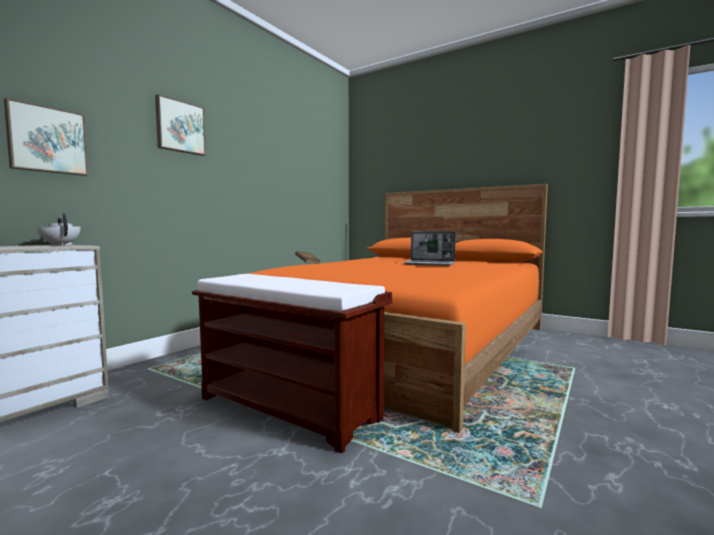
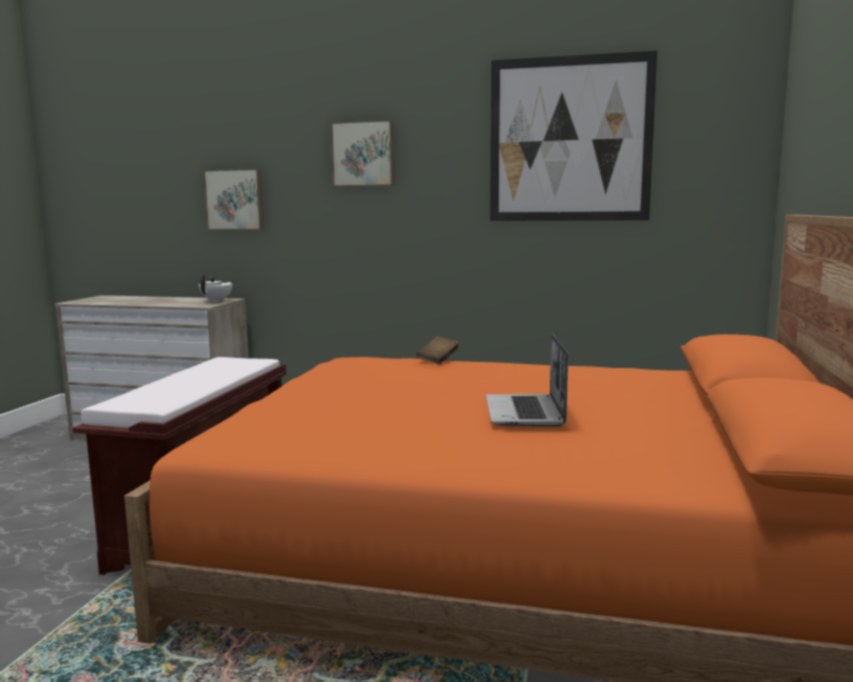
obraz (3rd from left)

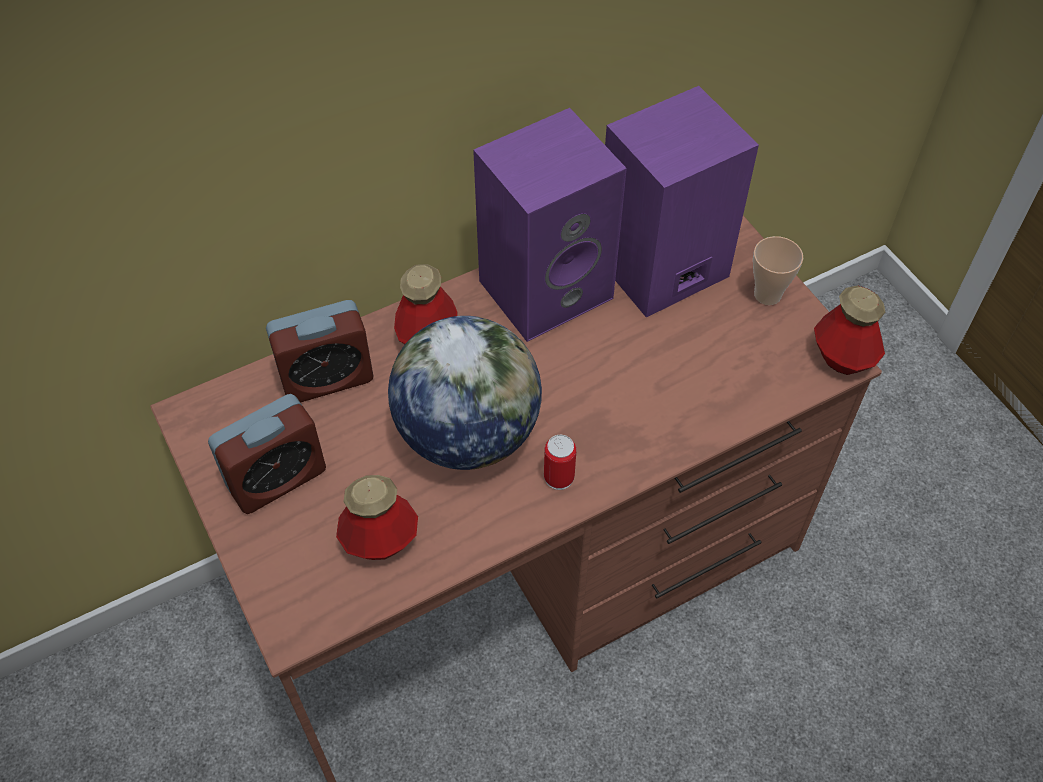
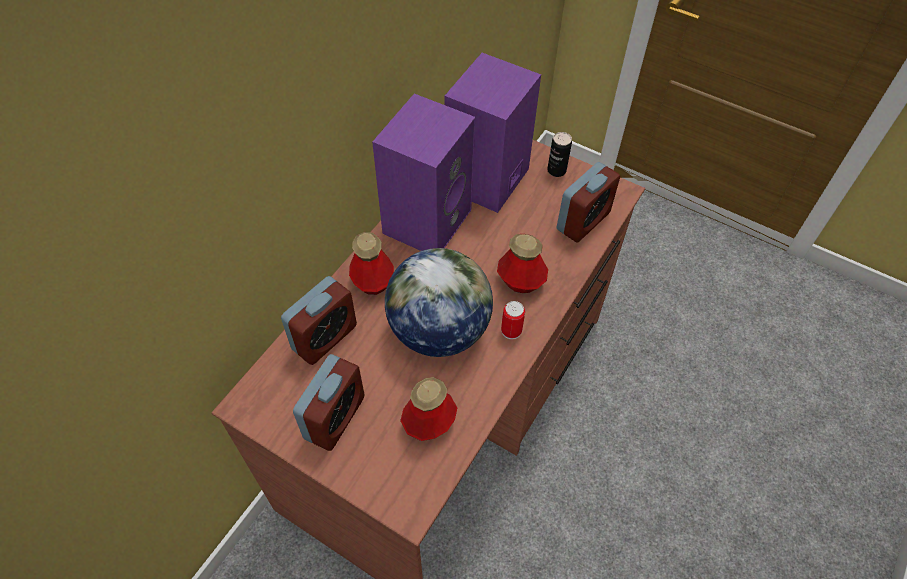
budzik (3rd from left); butelka (3rd from left); puszka (2nd from left)

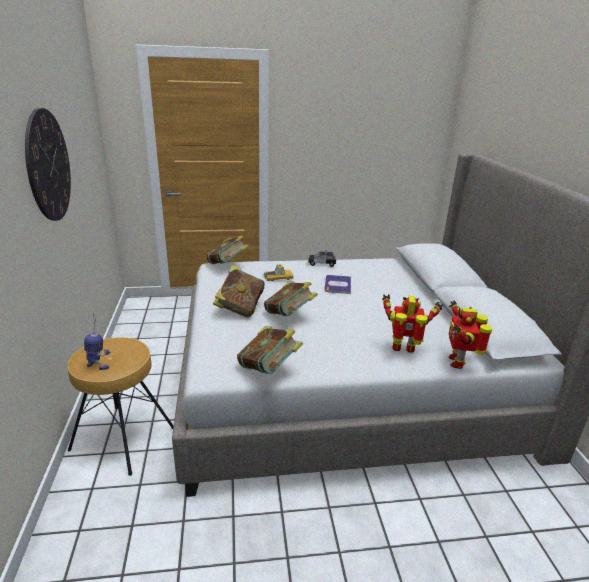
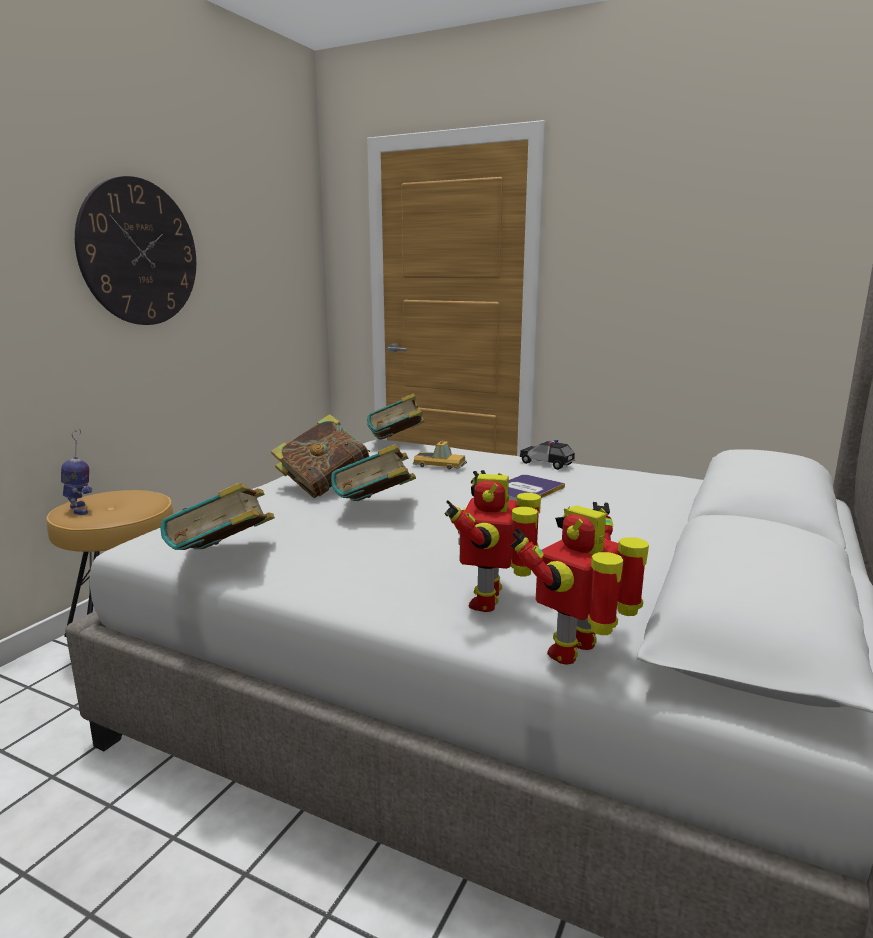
robot zabawkowy (2nd from left)

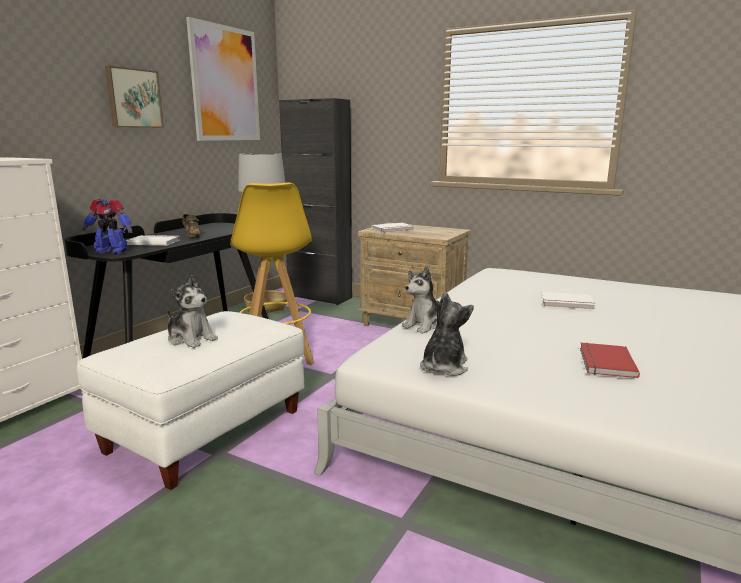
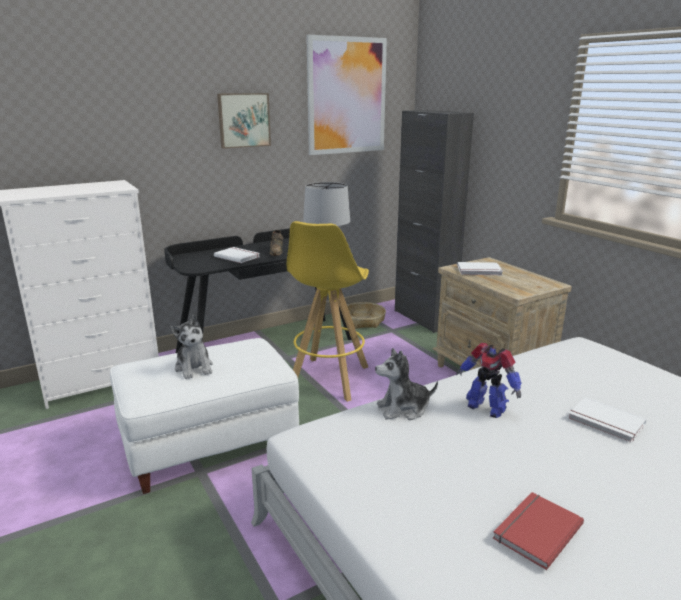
pluszak (3rd from left in the first image); robot zabawkowy

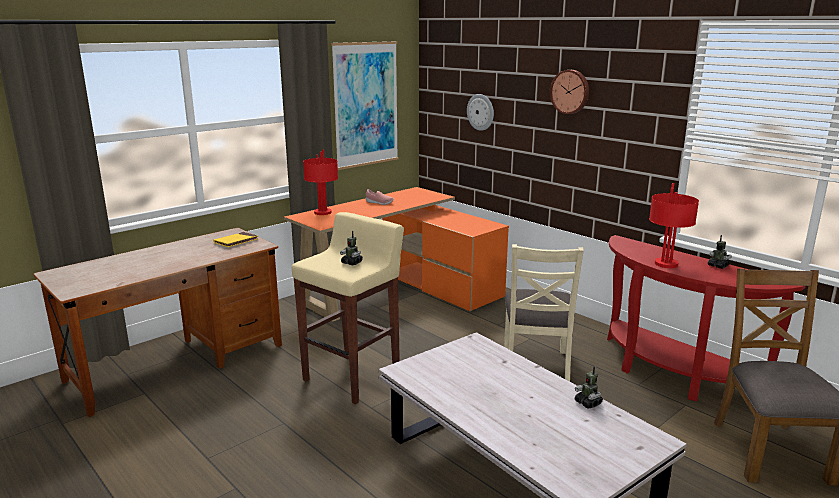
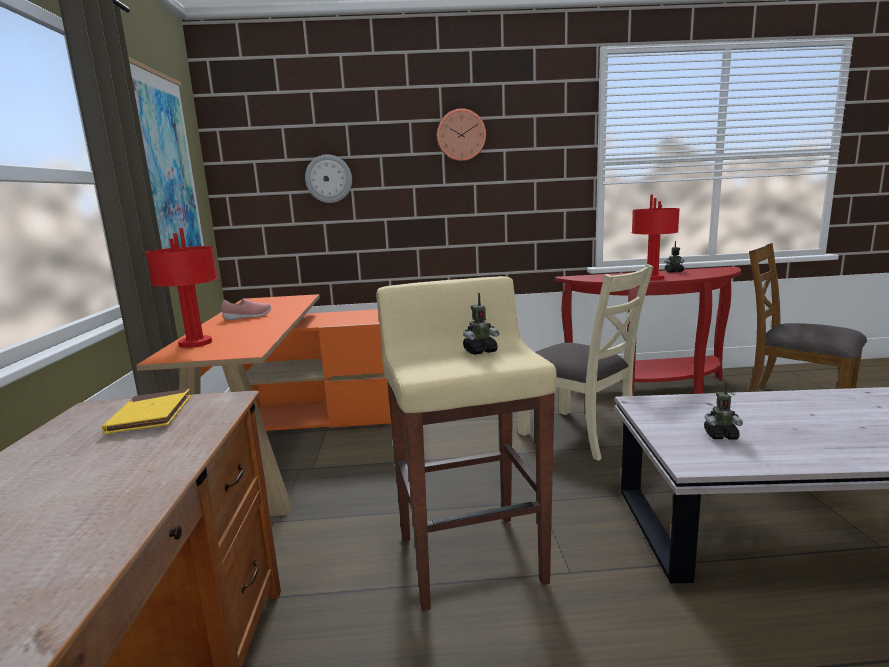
robot zabawkowy (3rd from left)

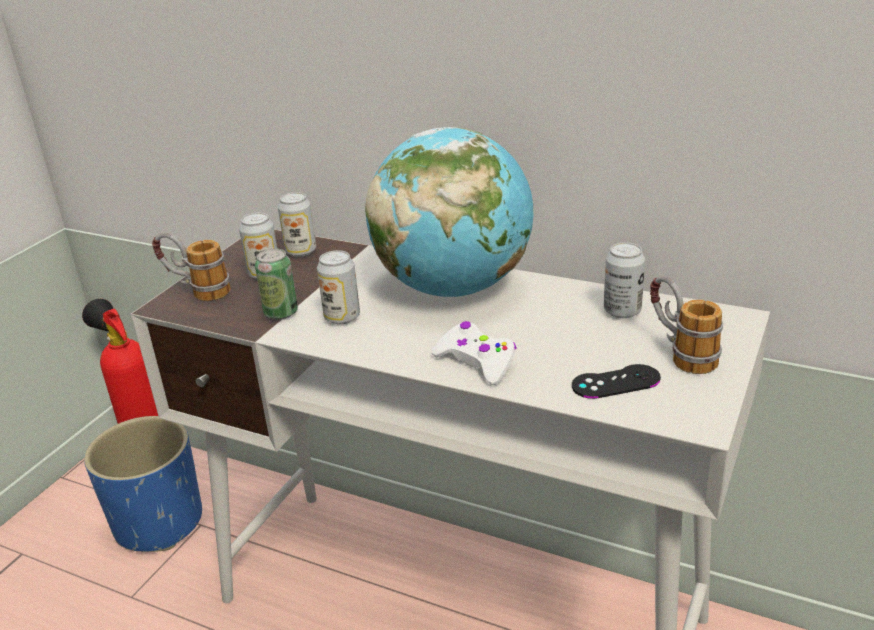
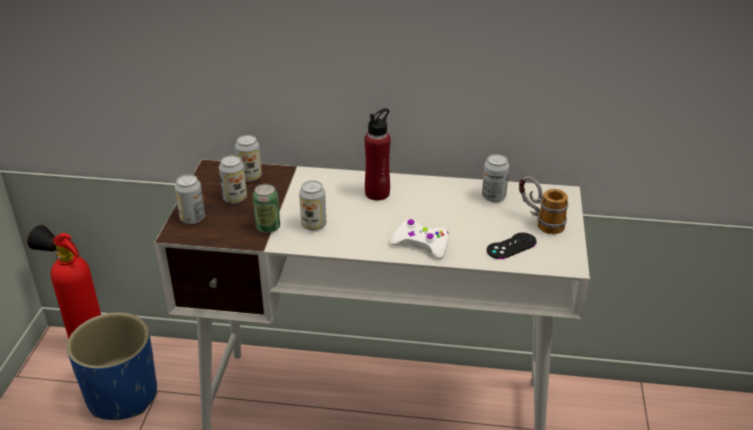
puszka (1st from left); butelka [czerwony]

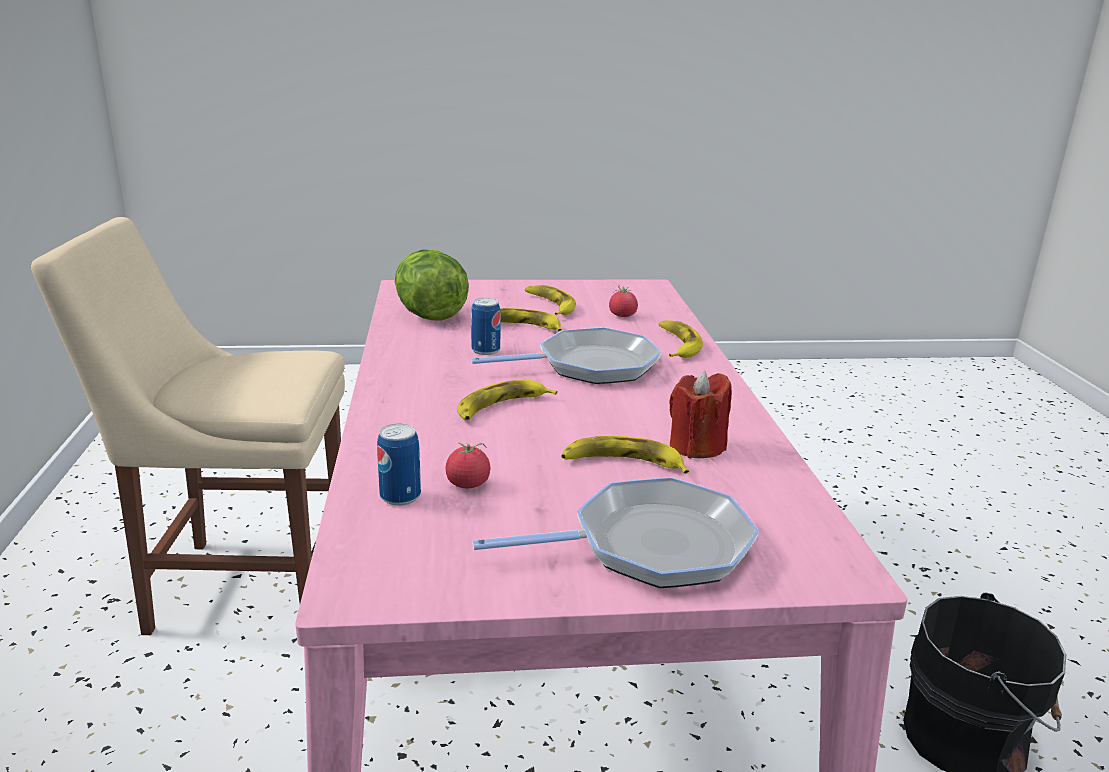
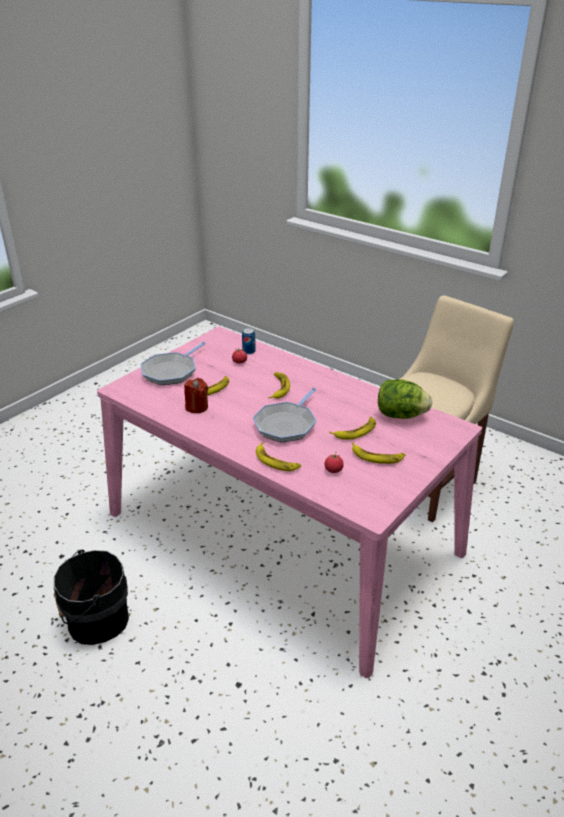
puszka (2nd from left in the first image)

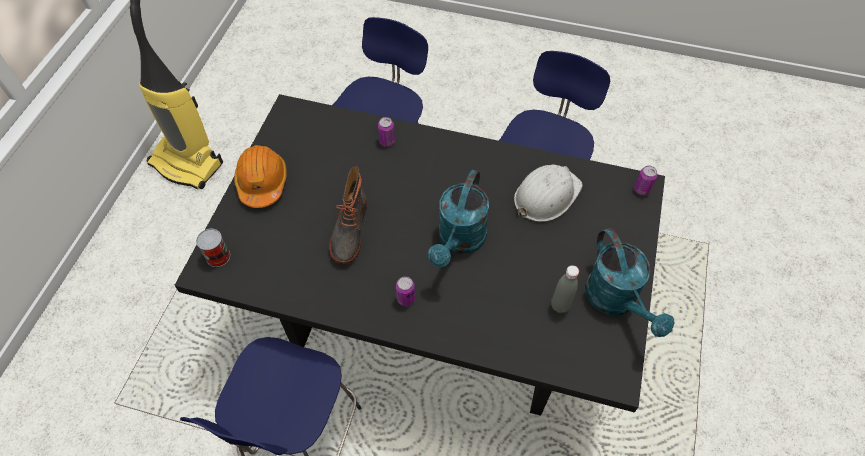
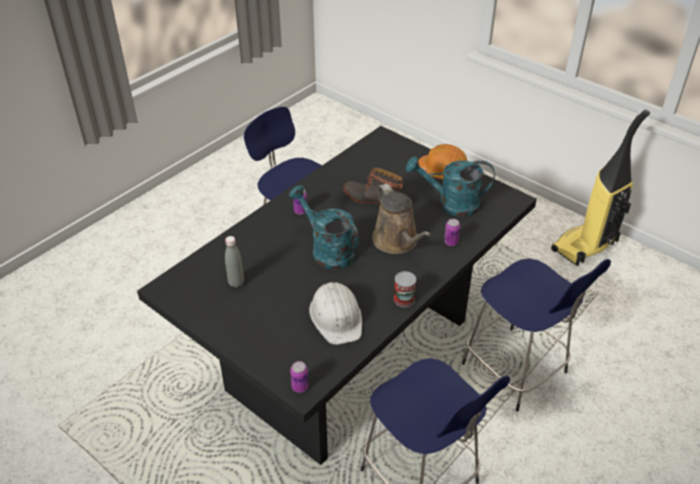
konewka [brązowy]; puszka (3rd from left); konewka [turkusowy] (2nd from left)

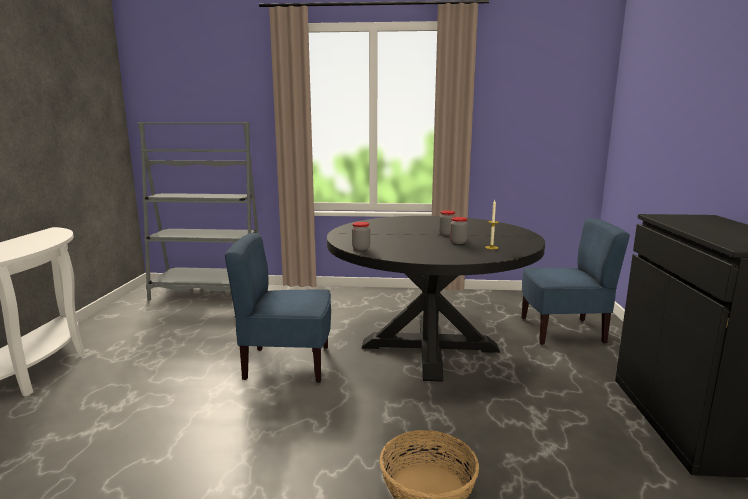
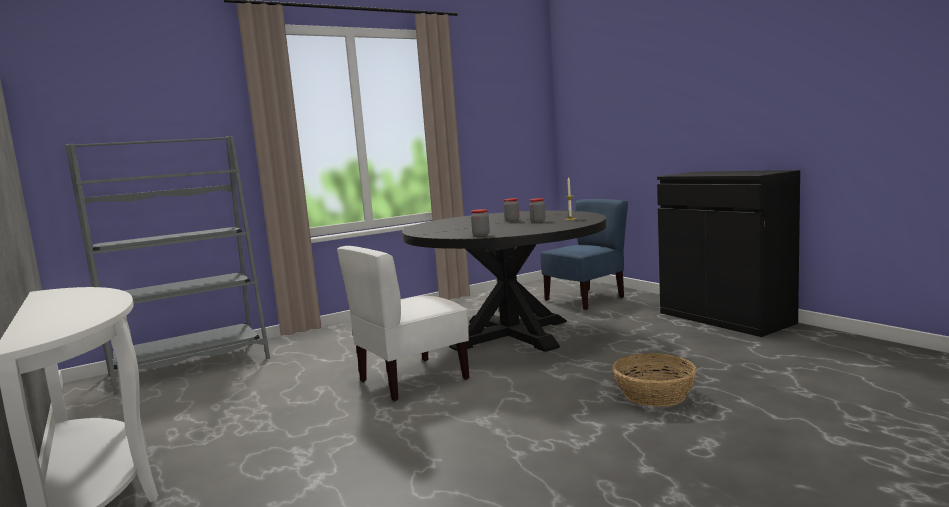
krzesło [biały]

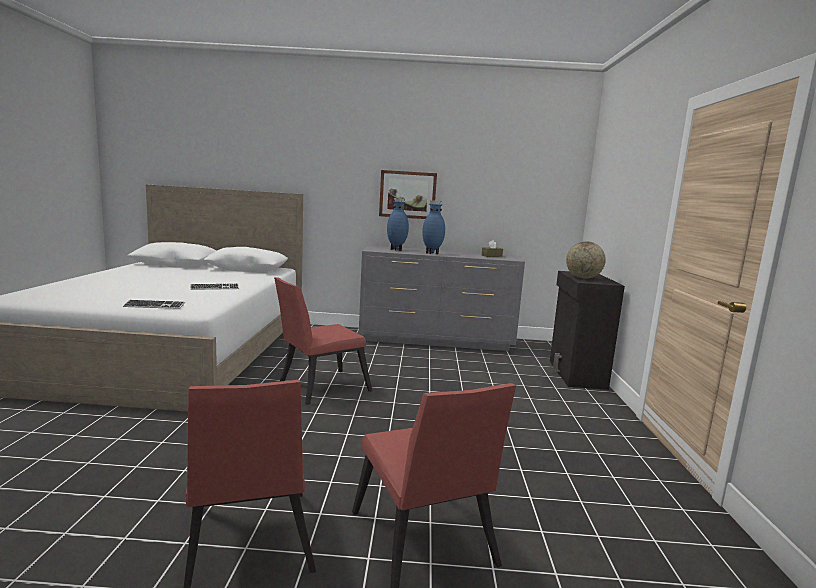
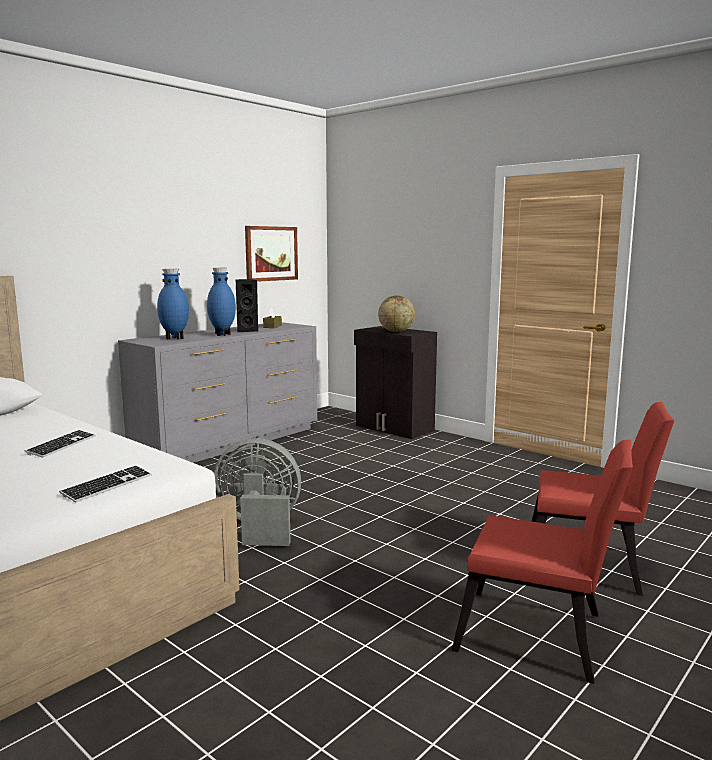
głośnik [czarny]; obraz; wentylator [szary]

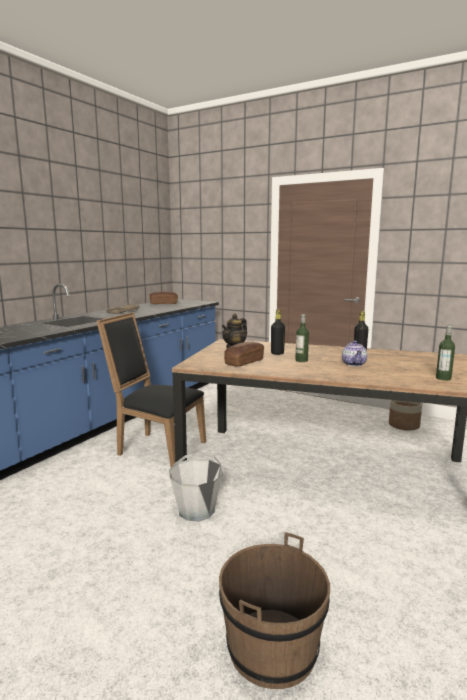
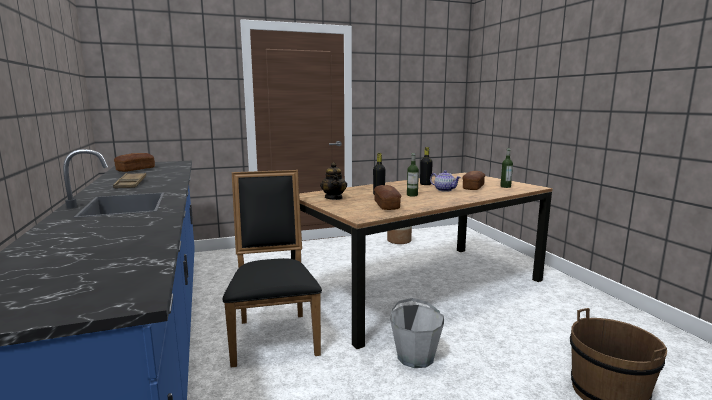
chleb (3rd from left); krzesło [czarny]

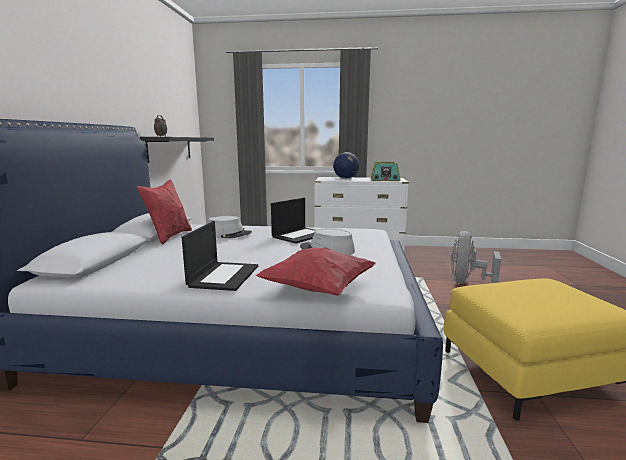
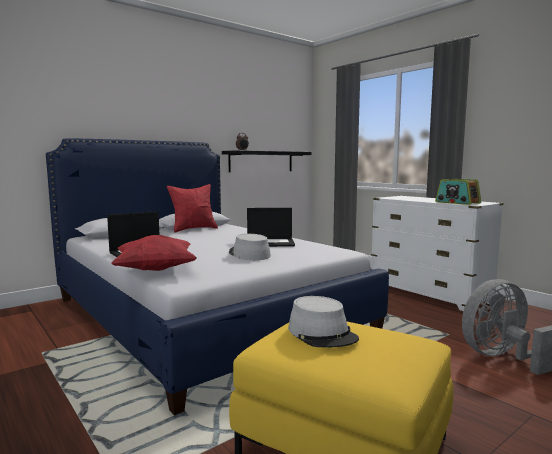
globus; kapelusz [szary] (2nd from left)

